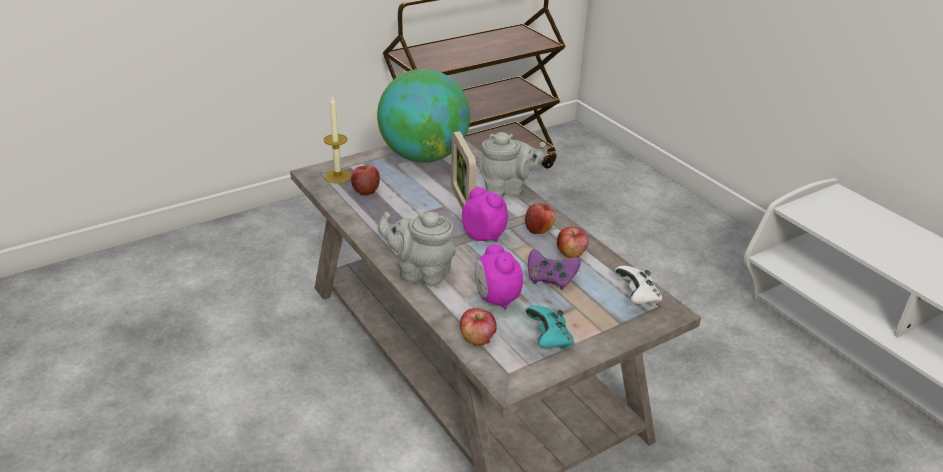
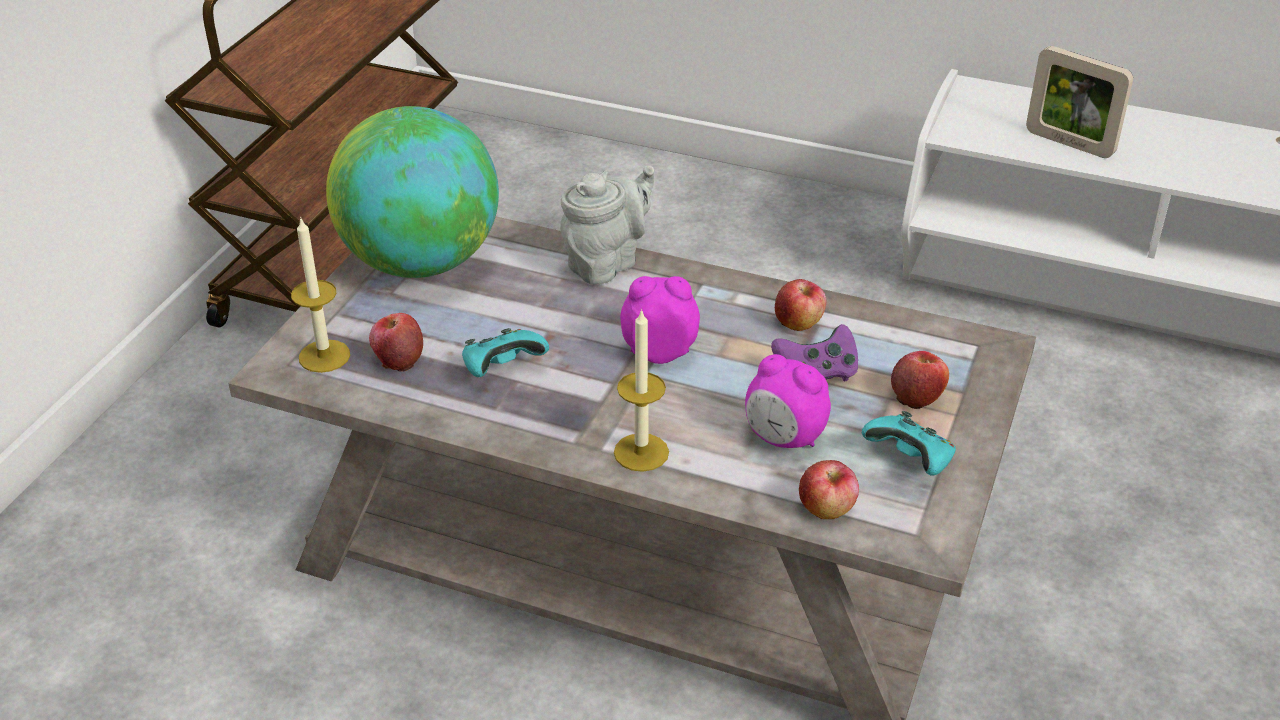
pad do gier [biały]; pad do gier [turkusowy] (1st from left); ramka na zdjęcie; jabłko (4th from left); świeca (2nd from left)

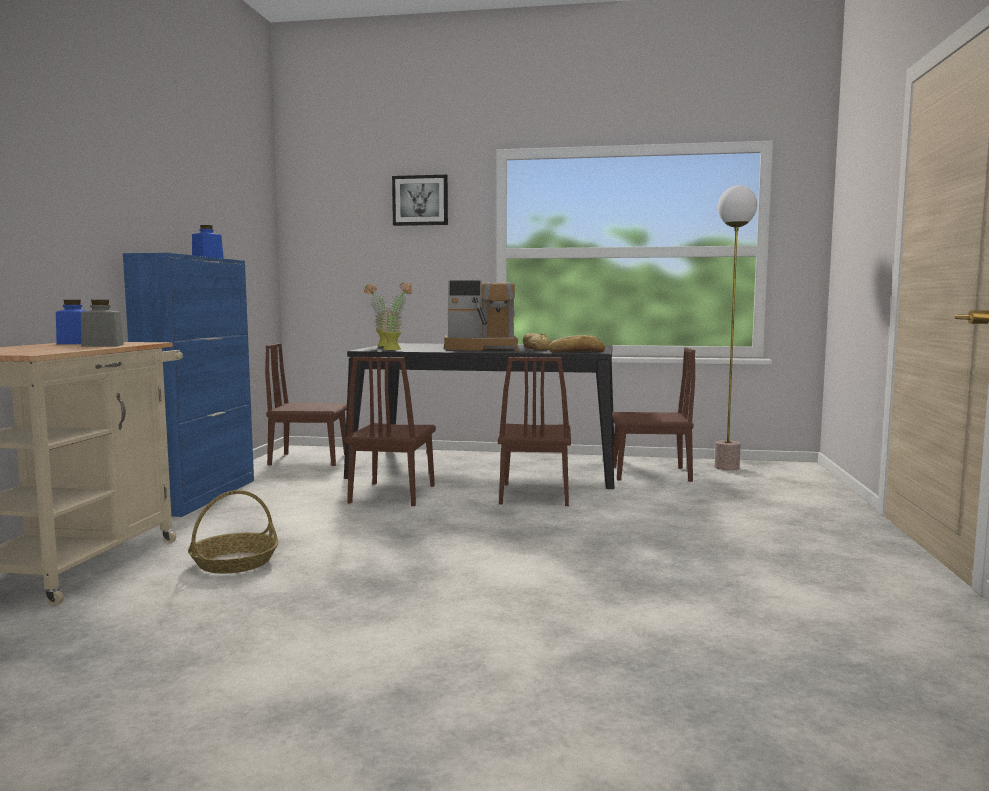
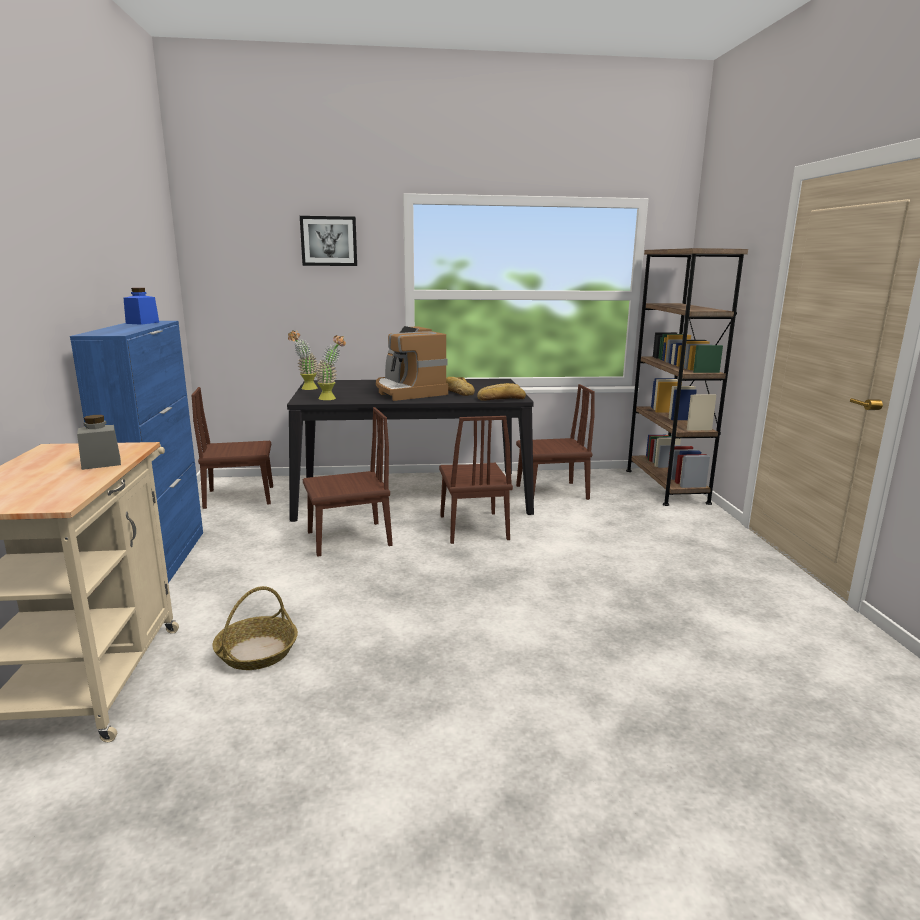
słoik [niebieski] (1st from left in the first image); lampa stojąca; regał [brązowy]; krzesło [brązowy] (2nd from left); ekspres do kawy

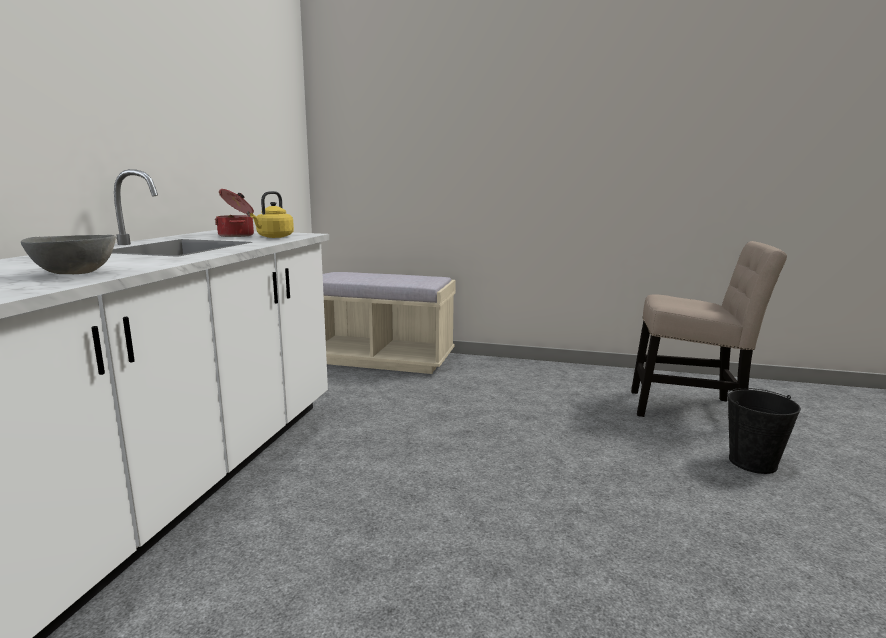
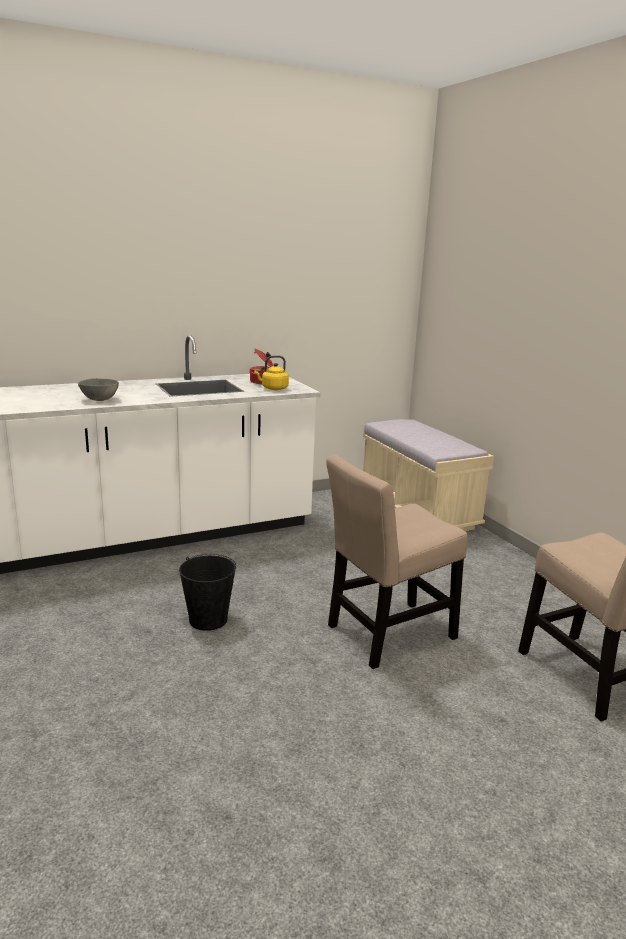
krzesło [beżowy] (1st from left); wiadro [czarny]

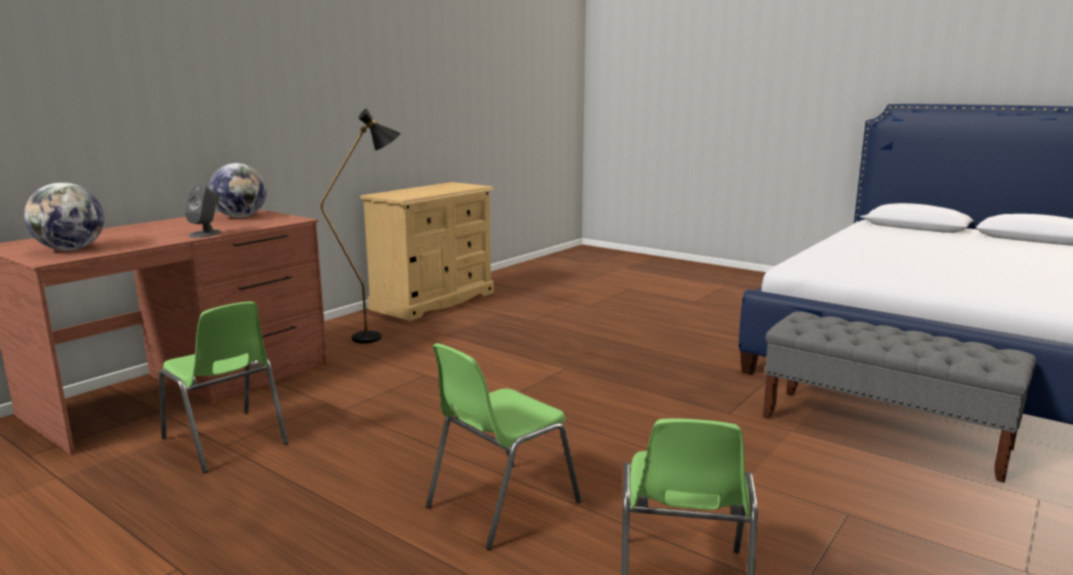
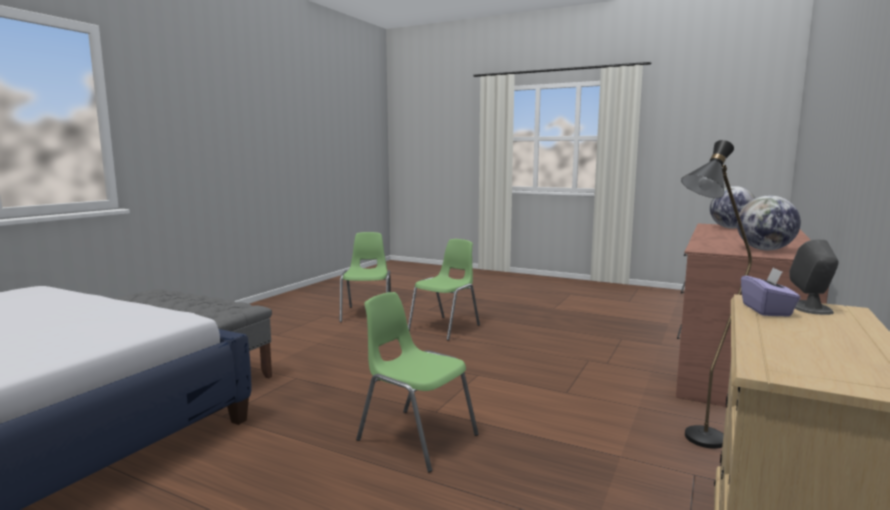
pudełko chusteczek [fioletowy]; krzesło [zielony] (2nd from left); głośnik [szary]

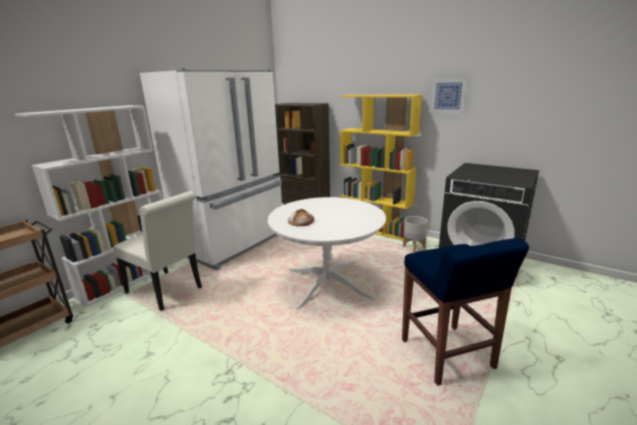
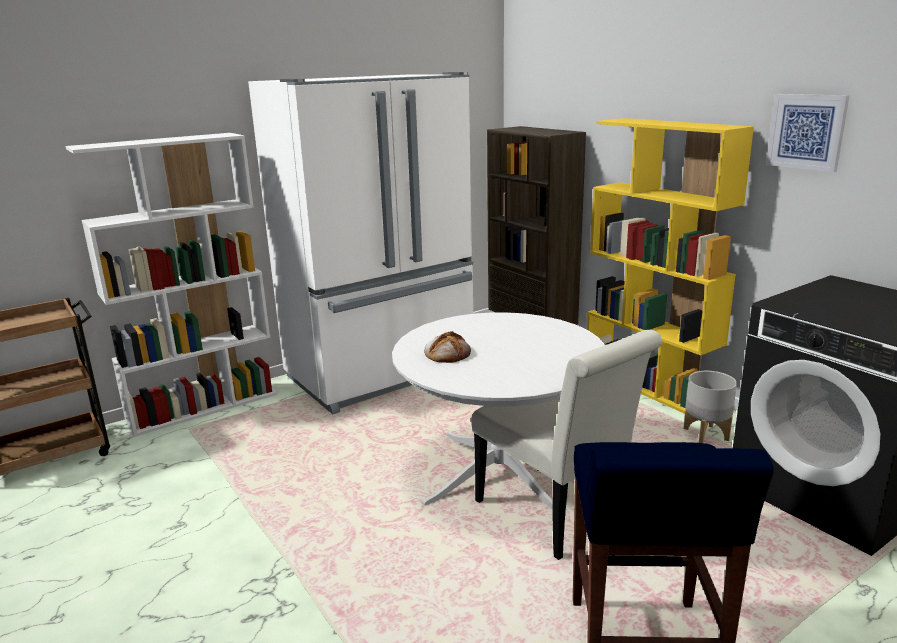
krzesło [biały]

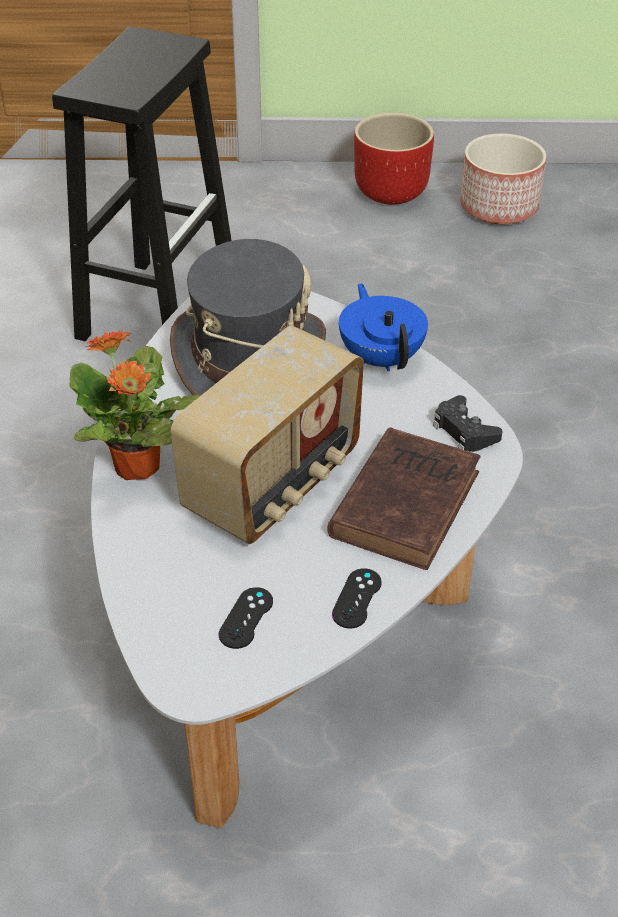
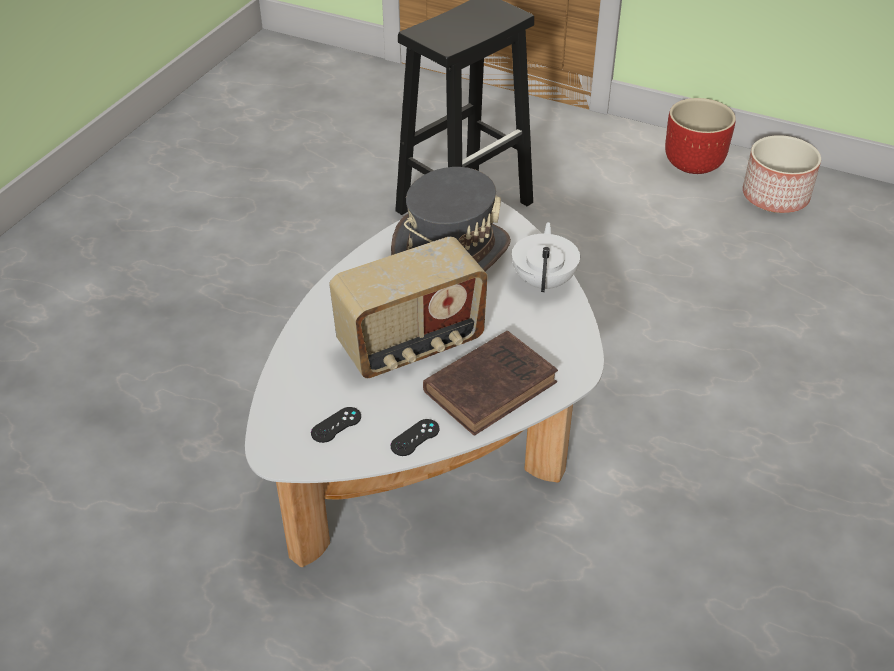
roślina doniczkowa; pad do gier [czarny] (3rd from left in the first image); imbryk [biały]

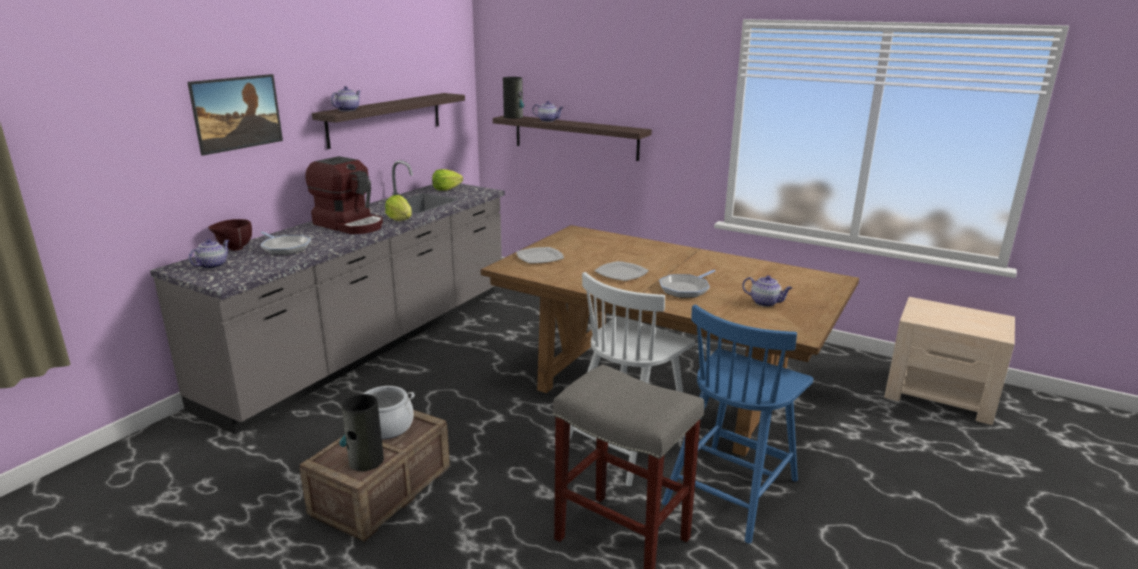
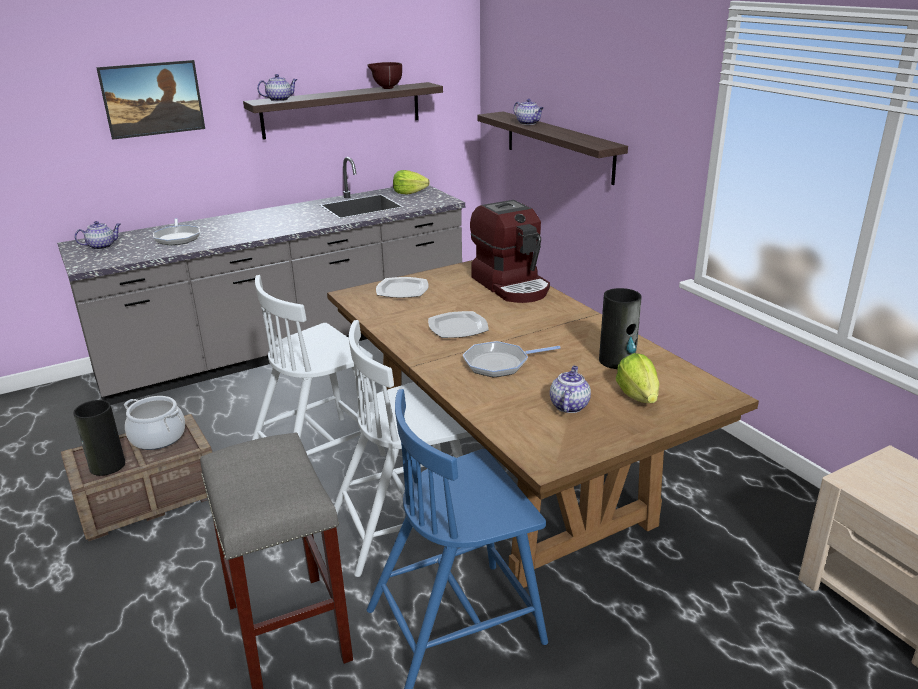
krzesło [biały] (1st from left); miska [brązowy]; ekspres do kawy; sałata (2nd from left); wazon (2nd from left); imbryk (4th from left)

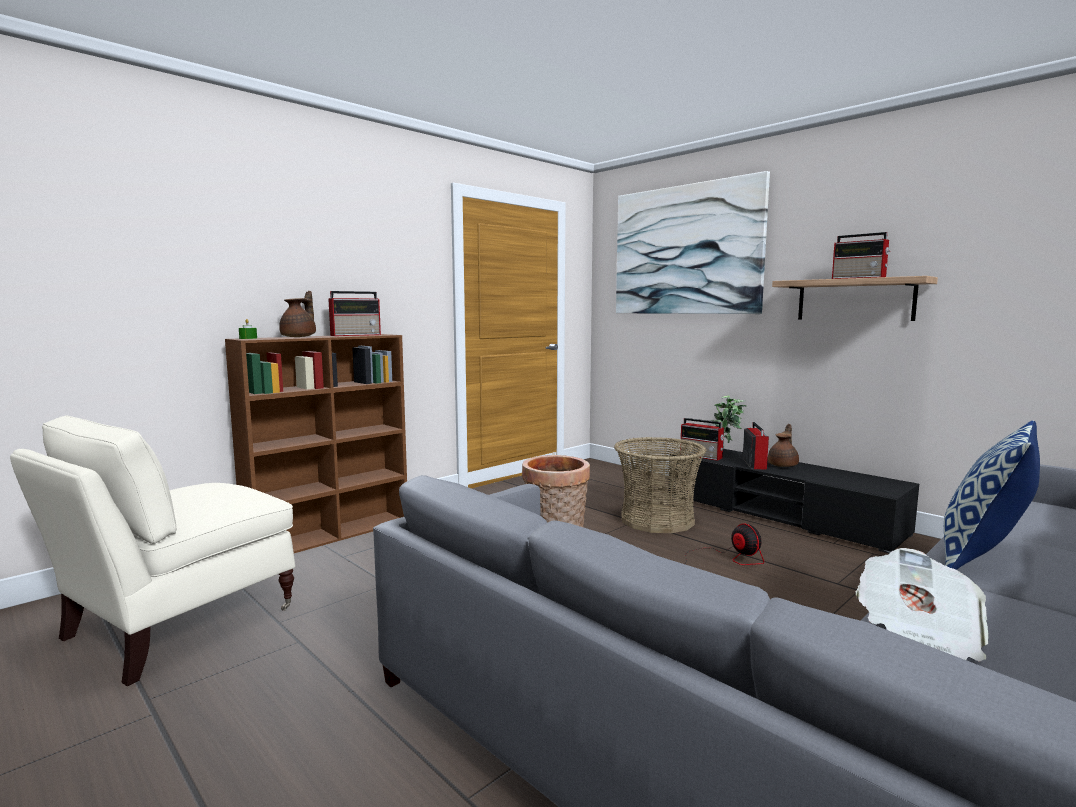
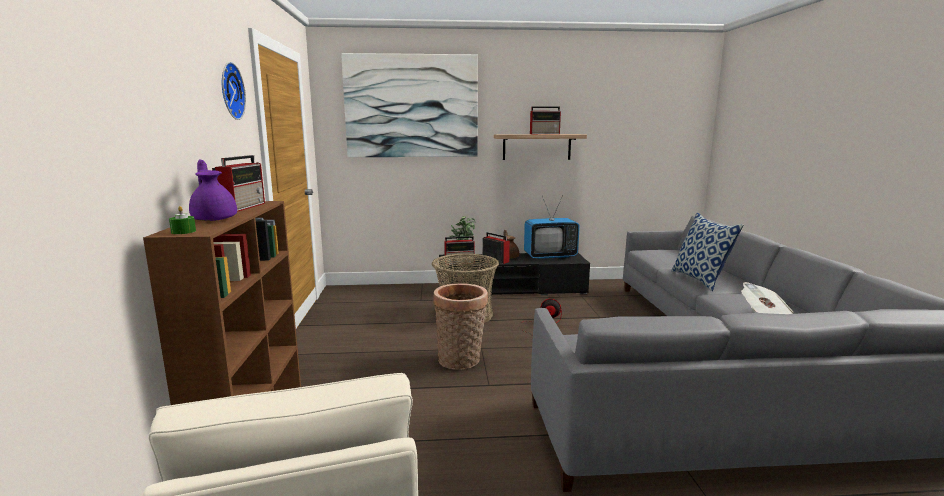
zegar ścienny; telewizor; imbryk [fioletowy]

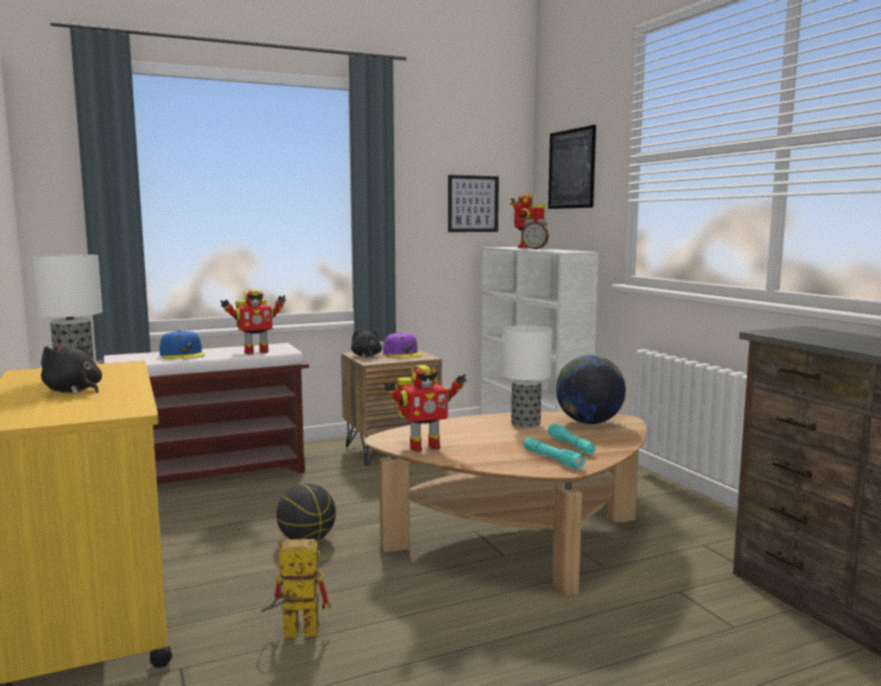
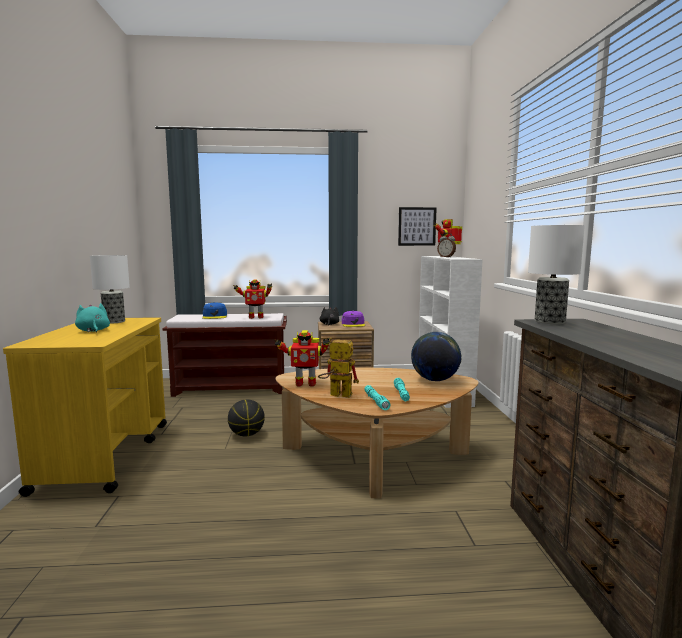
obraz (2nd from left in the first image); robot zabawkowy (3rd from left); lampa stołowa (2nd from left); pluszak [turkusowy]

